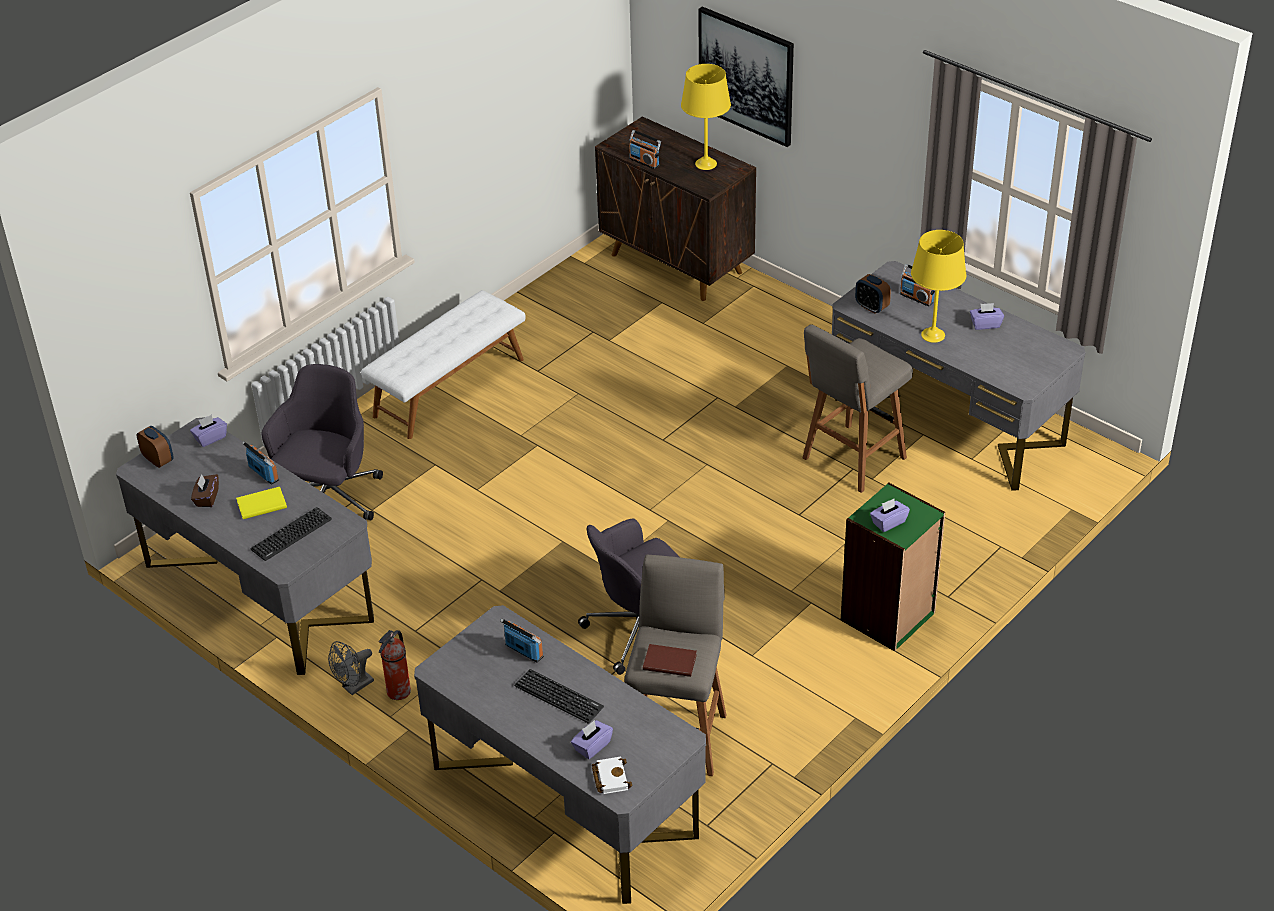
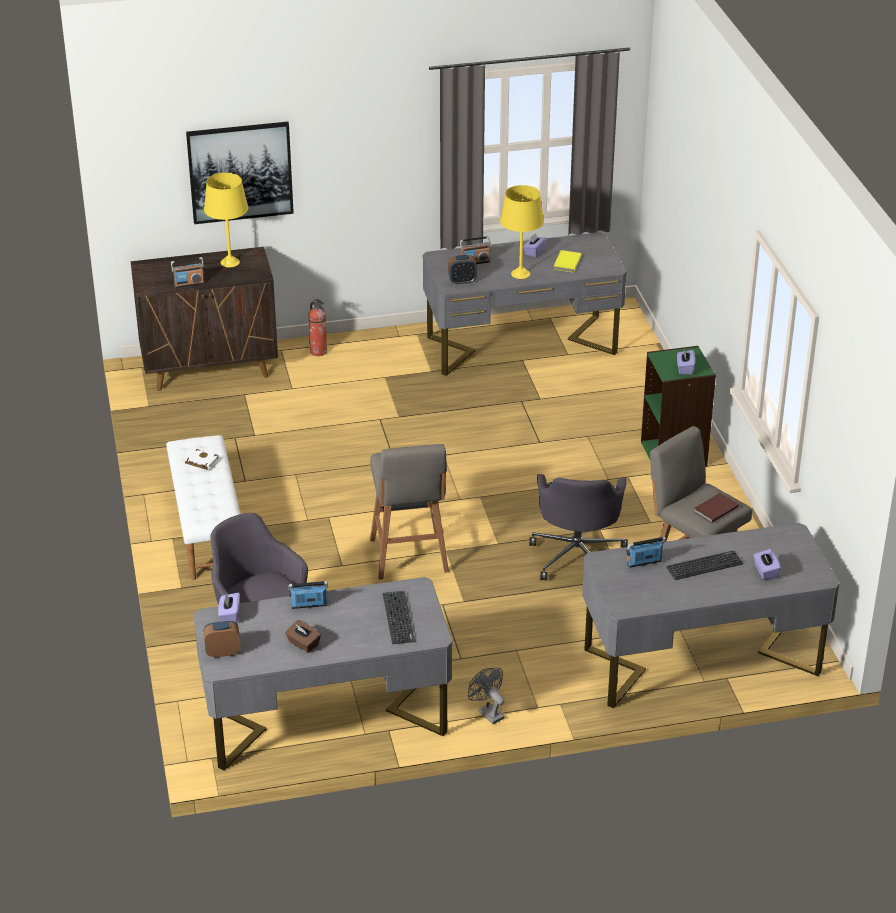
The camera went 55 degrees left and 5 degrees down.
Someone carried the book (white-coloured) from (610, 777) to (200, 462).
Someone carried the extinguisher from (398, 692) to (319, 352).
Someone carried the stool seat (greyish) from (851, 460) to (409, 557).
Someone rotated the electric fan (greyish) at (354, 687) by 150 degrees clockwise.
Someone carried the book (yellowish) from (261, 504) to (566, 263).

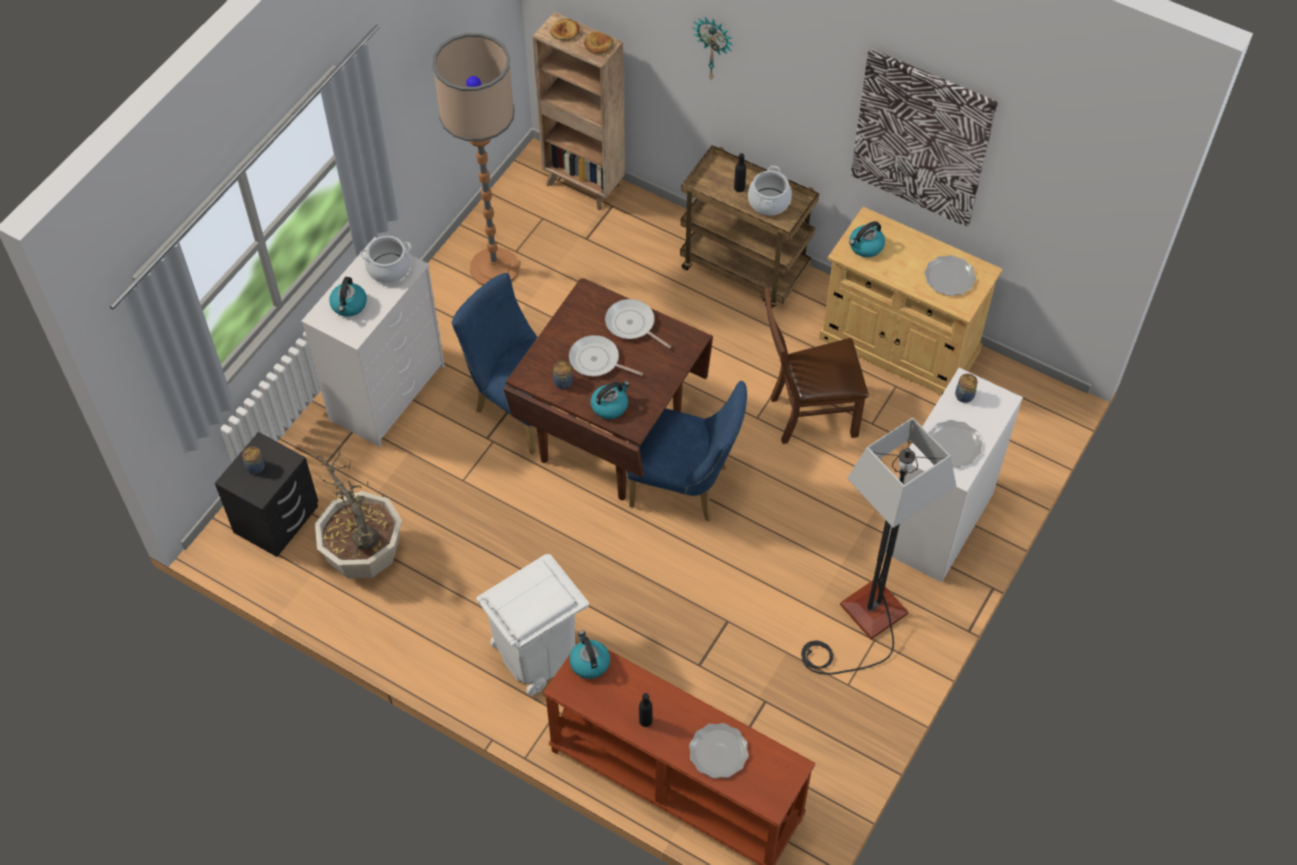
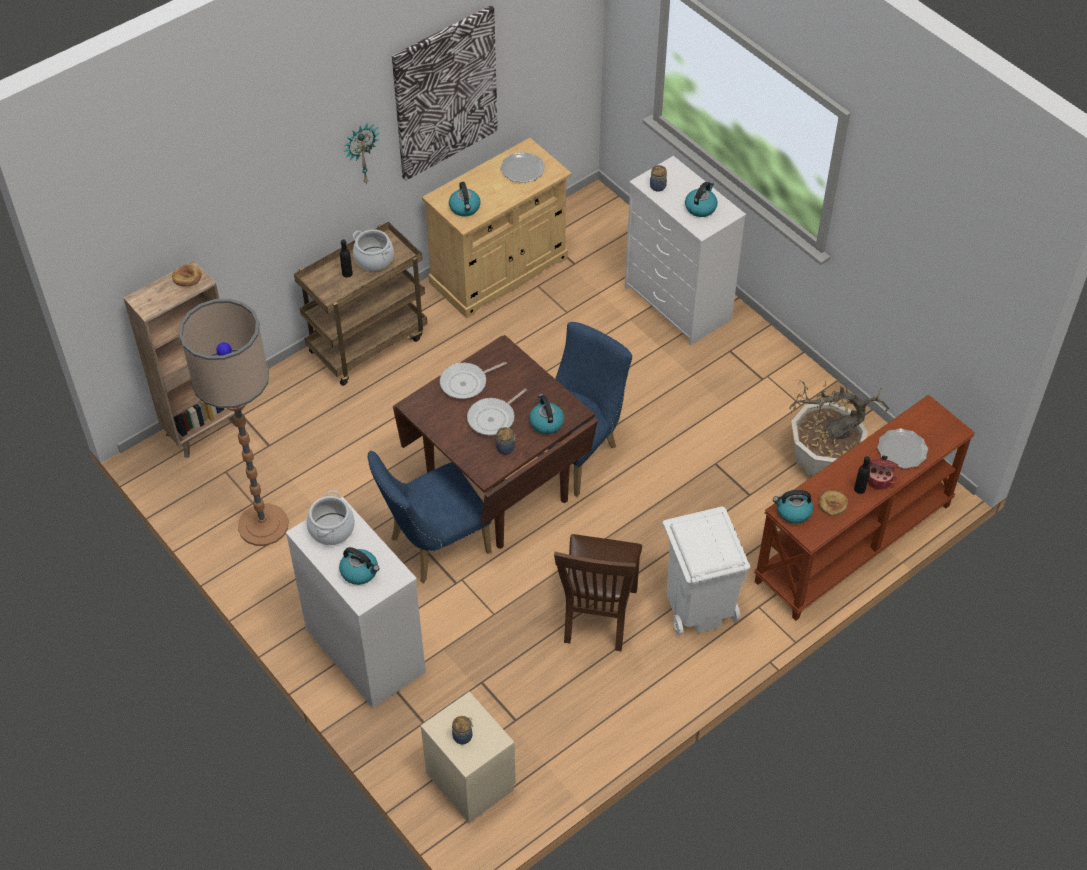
The camera went 70 degrees left and 5 degrees down.
Someone carried the clock on the wall from (714, 47) to (361, 153).
Someone repainted the bedside table (black-coloured) at (276, 520), which became the bedside table (beige-coloured) at (470, 781).
Someone carried the plain chair (brown) from (807, 415) to (597, 619).
Someone swapped the plate at (953, 445) for the tea kettle at (700, 207).
Someone carried the plant in a pot from (364, 555) to (822, 462).
Someone carried the bakery bread from (565, 31) to (832, 503).
Someone put down the cooking pot at (879, 479).
Someone took away the floor lamp at (863, 623).

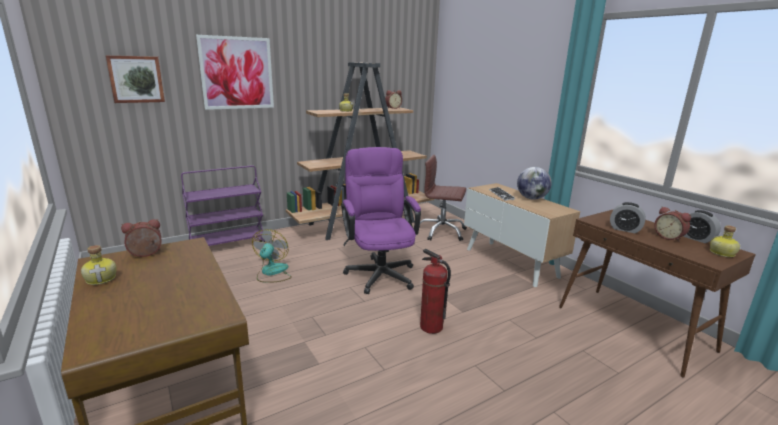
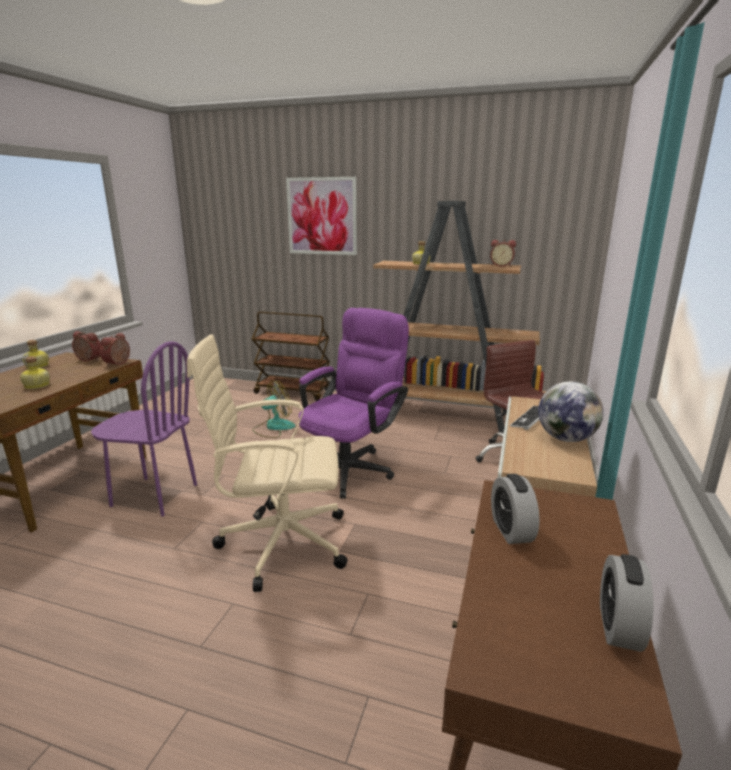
The camera went 50 degrees right and 0 degrees up.
Someone carried the bottle from (722, 253) to (36, 386).
Someone put down the plain chair (purplish) at (154, 495).
Someone carried the alarm clock from (669, 237) to (118, 363).
Someone swapped the extinguisher at (431, 327) for the computer chair (beige-coloured) at (280, 543).
Someone repainted the wheeled cart (purplish) at (227, 244), which became the wheeled cart (brown) at (293, 392).
Someone took away the wall picture at (136, 79).

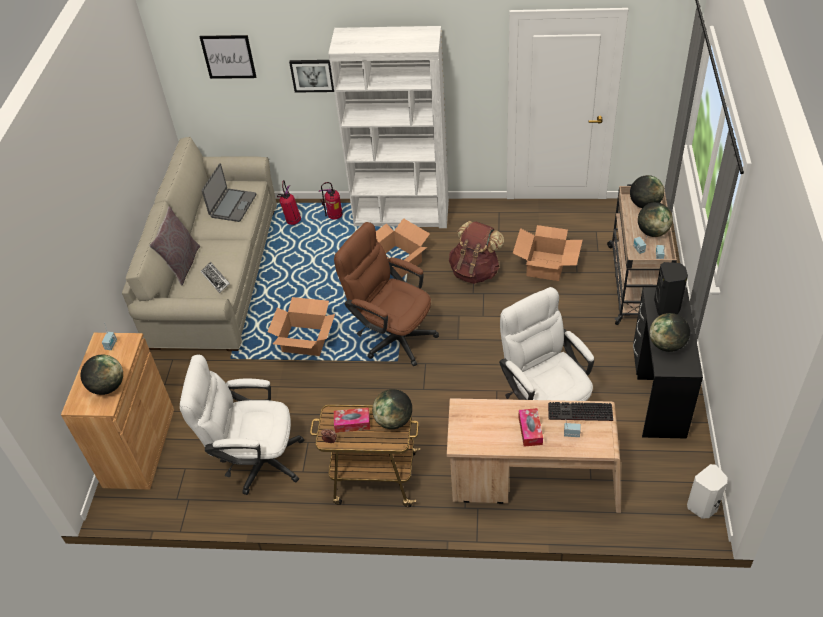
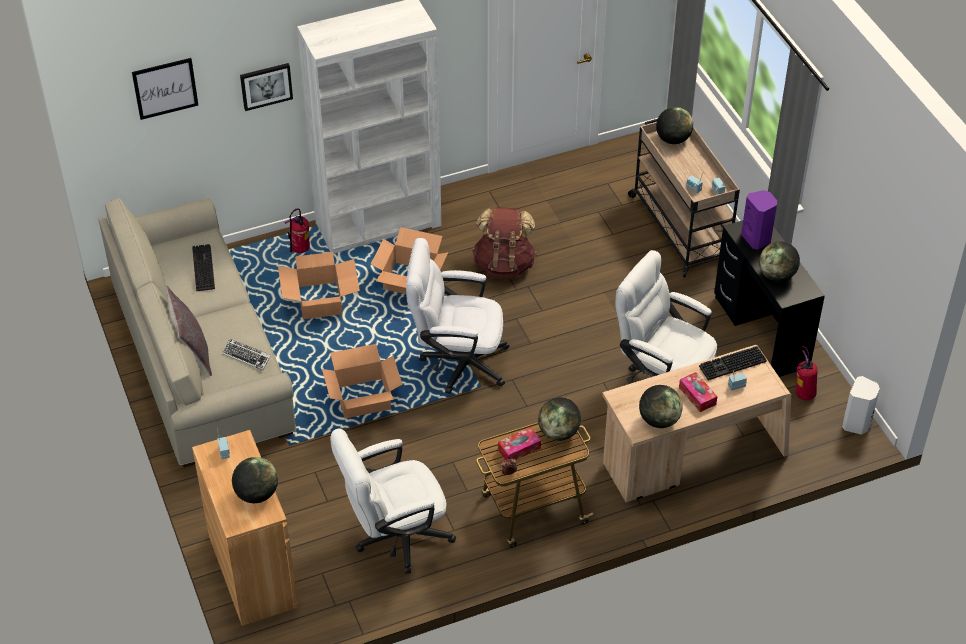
The camera went 30 degrees left and 0 degrees up.
Someone swapped the portable computer at (232, 205) for the keyboard at (202, 268).
Someone carried the packing box from (546, 266) to (320, 301).
Someone repainted the computer chair (brown) at (392, 335), which became the computer chair (white-coloured) at (457, 362).
Someone carried the globe from (652, 232) to (659, 420).
Someone repainted the loudspeaker (black-coloured) at (667, 307), which became the loudspeaker (purplish) at (757, 239).
Someone carried the extinguisher from (293, 221) to (803, 394).

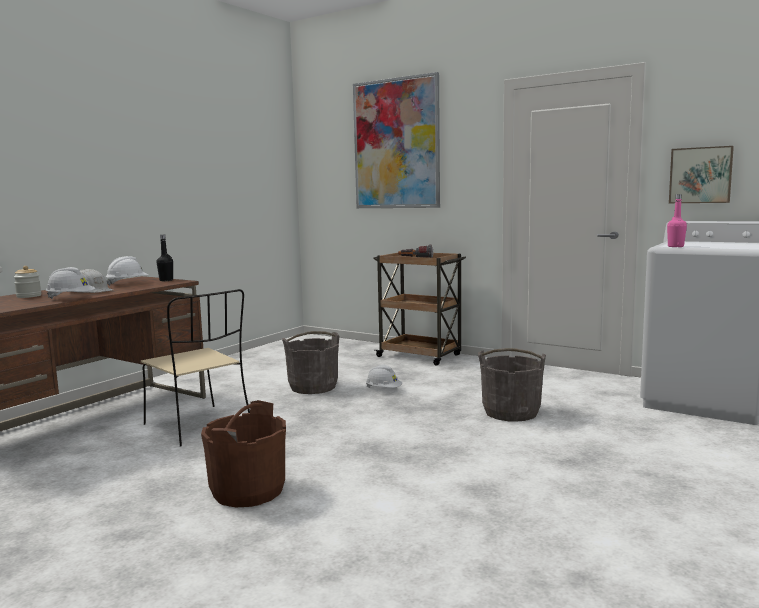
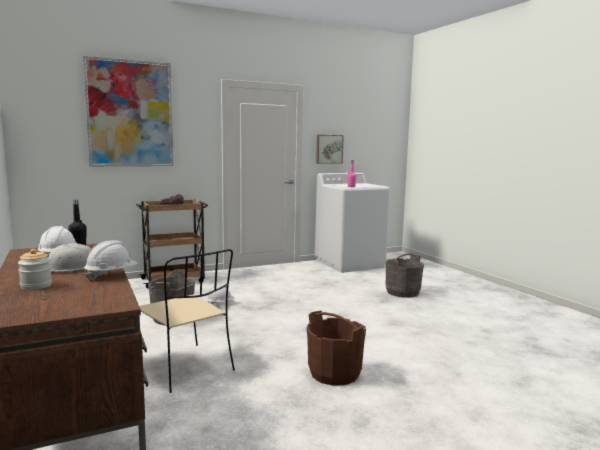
The camera went 60 degrees left and 0 degrees up.
Someone rotated the plain chair (beige-coloured) at (199, 426) by 60 degrees clockwise.
Someone carried the water bucket (greyish) from (511, 412) to (402, 292).

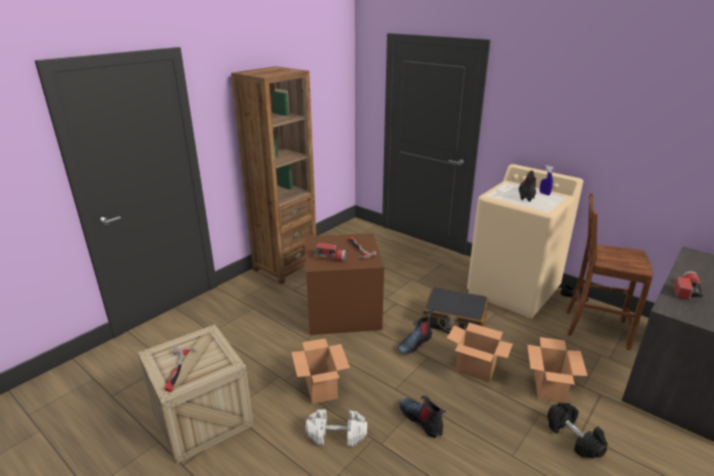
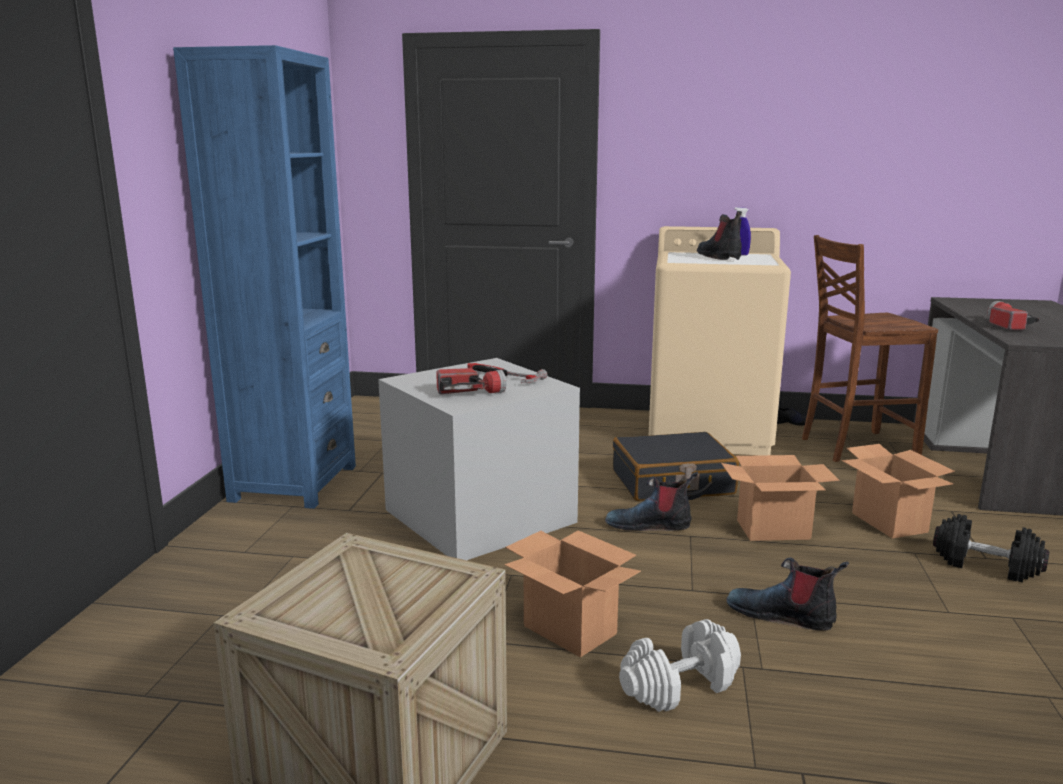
The camera went 30 degrees left and 10 degrees down.
Someone repainted the shelving unit (brown) at (285, 267), which became the shelving unit (bluish) at (294, 483).
Someone repainted the storage bin (brown) at (344, 311), which became the storage bin (greyish) at (483, 516).
Someone rotated the tall boot at (414, 343) by 75 degrees clockwise.
Someone took away the hand hammer at (179, 371).

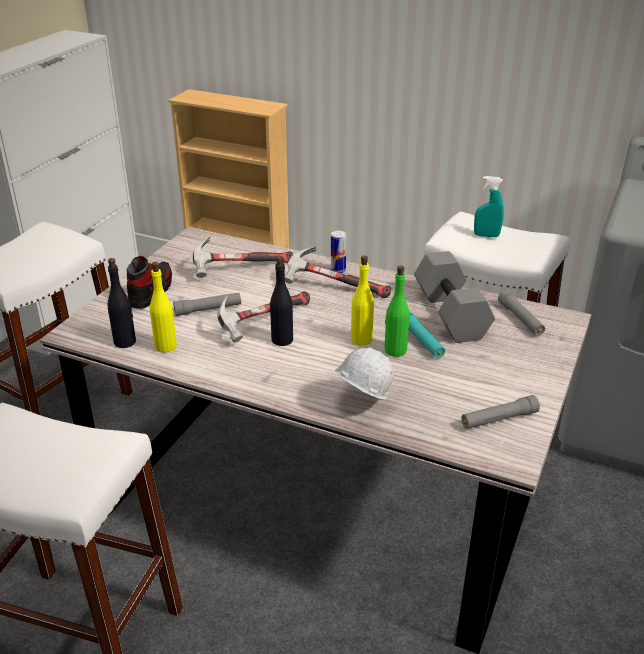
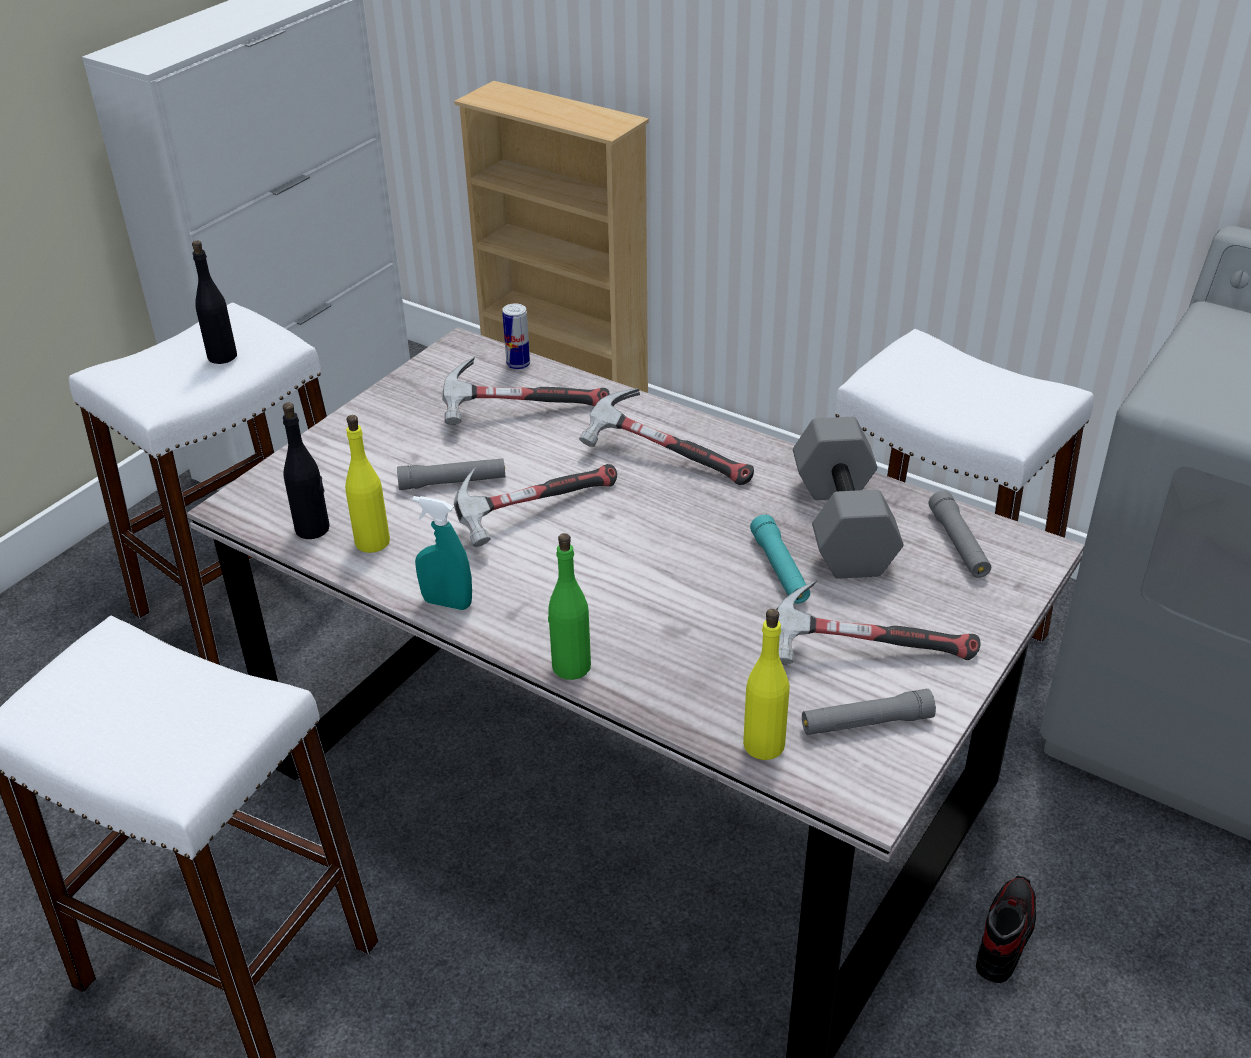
The camera went 10 degrees right and 5 degrees up.
Someone carried the bottle (black-coloured) from (282, 340) to (222, 356).
Someone carried the sprayer (blue-green) from (486, 235) to (447, 603).
Someone carried the sealed can from (338, 270) to (518, 364).
Someone carried the bottle (green) from (395, 350) to (571, 666).
Someone carried the bottle (yellowish) from (361, 339) to (763, 744).
Someone put down the hand hammer at (865, 652).
Someone carried the low shoe from (150, 292) to (1004, 936).
Someone took away the hard hat (white-coloured) at (361, 404).

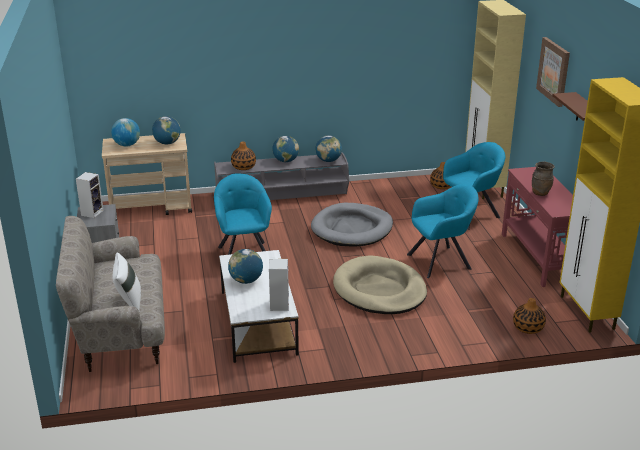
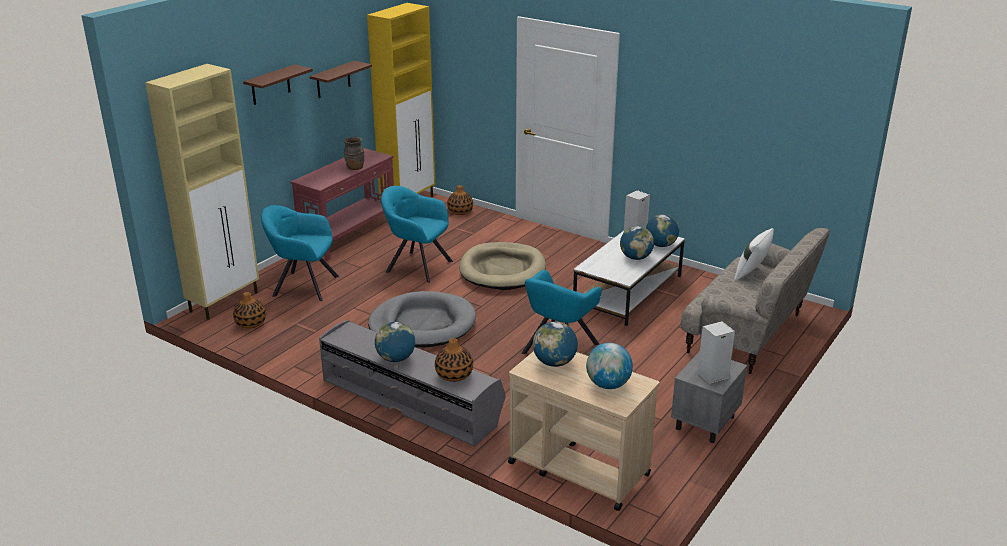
The camera went 135 degrees left and 0 degrees up.
Someone swapped the wall picture at (554, 71) for the wall shelf (brown) at (270, 85).
Someone carried the globe from (328, 160) to (661, 245).

